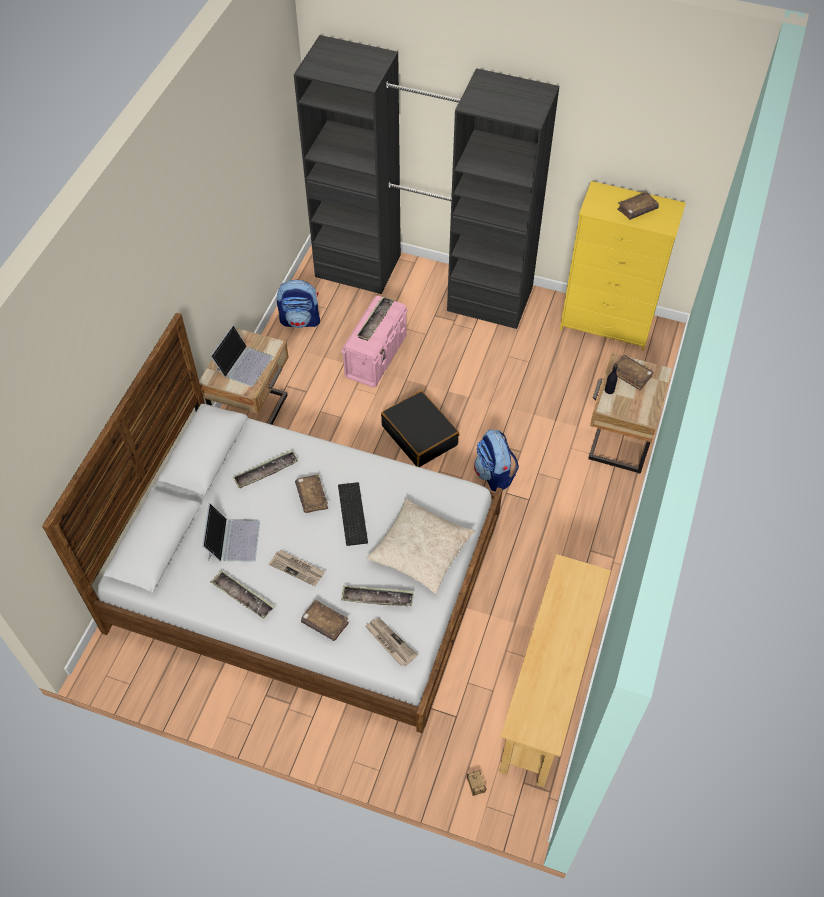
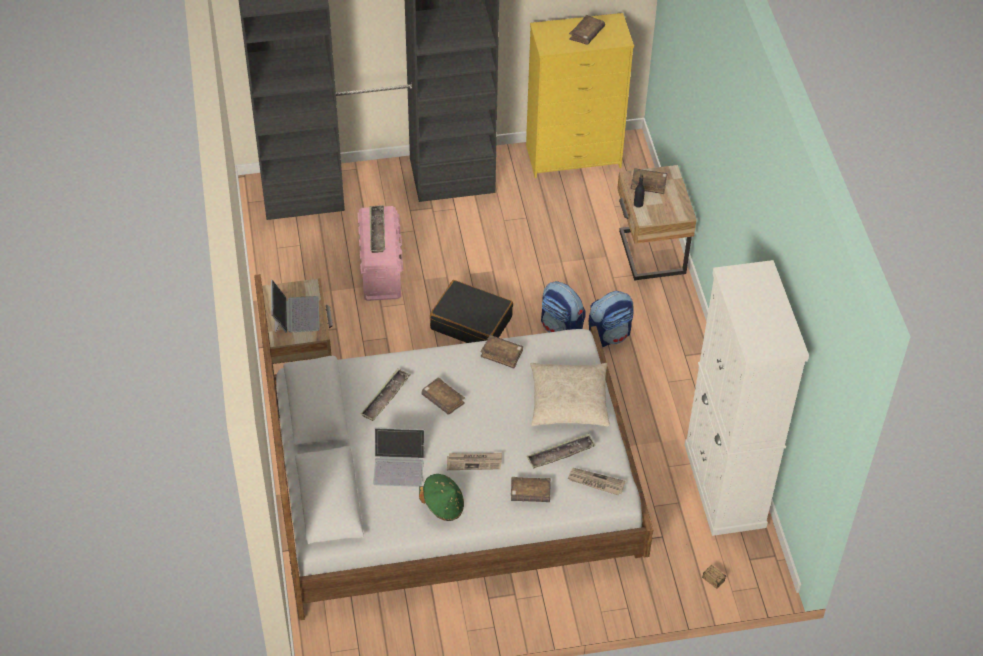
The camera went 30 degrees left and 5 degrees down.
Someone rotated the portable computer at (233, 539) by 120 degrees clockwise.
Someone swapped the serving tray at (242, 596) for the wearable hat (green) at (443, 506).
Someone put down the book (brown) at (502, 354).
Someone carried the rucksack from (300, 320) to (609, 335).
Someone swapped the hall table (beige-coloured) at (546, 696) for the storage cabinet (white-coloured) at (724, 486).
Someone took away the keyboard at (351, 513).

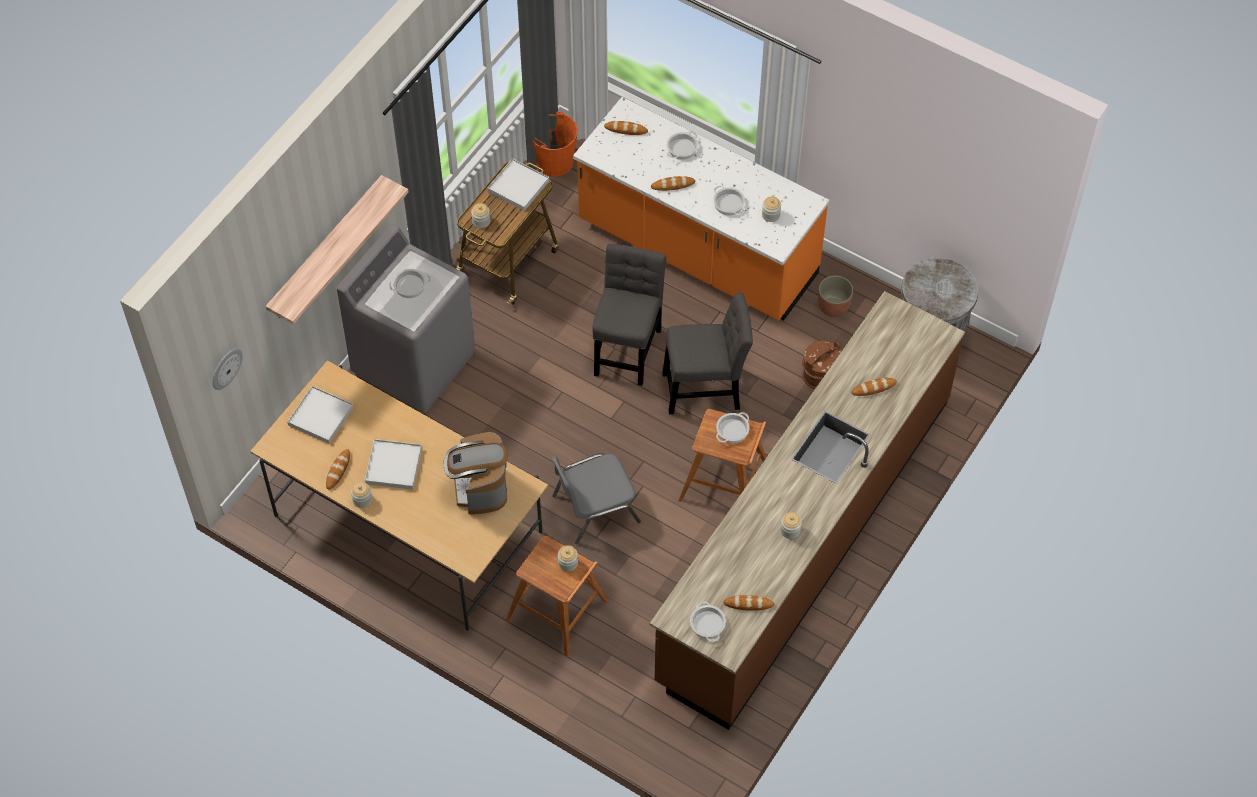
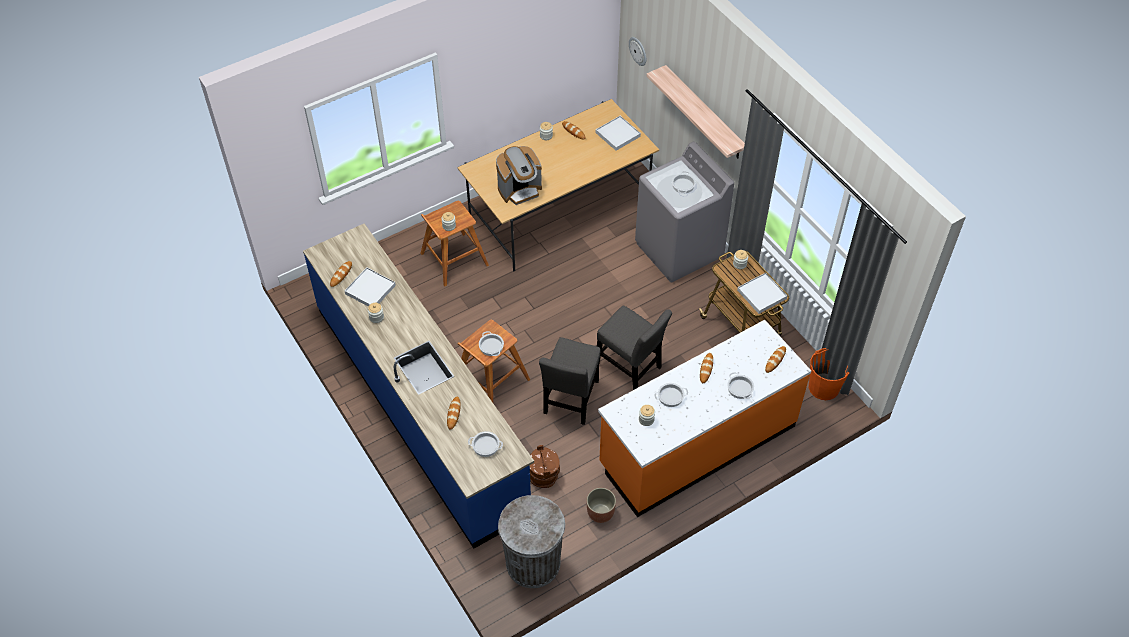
The camera went 115 degrees right and 5 degrees down.
Someone repainted the kitchen counter (brown) at (804, 538), which became the kitchen counter (bluish) at (421, 407).
Someone carried the serving tray (white-coloured) from (393, 466) to (370, 289).
Someone carried the cooking pot from (707, 624) to (486, 446).
Someone rotated the coffee machine at (480, 488) by 135 degrees clockwise.
Someone took away the plain chair (greyish) at (594, 508).

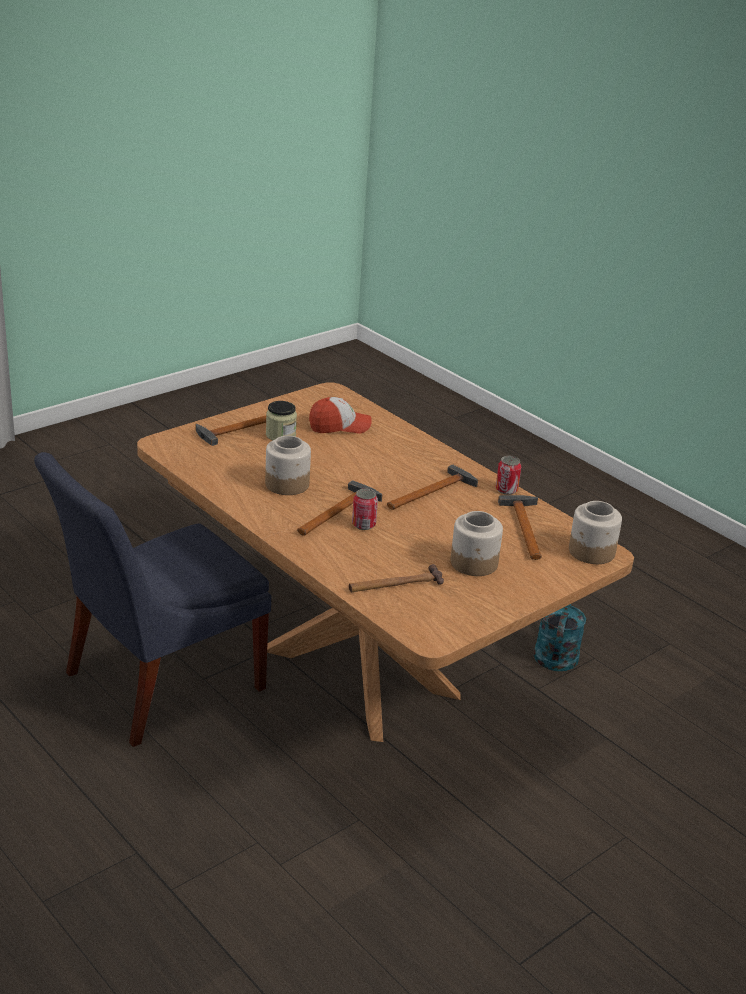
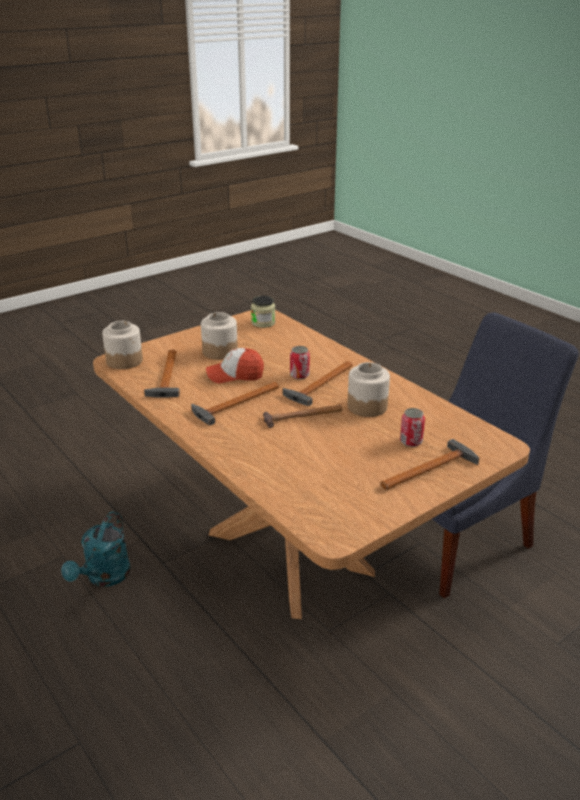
The camera went 175 degrees left and 0 degrees up.
Someone carried the baseball cap from (339, 426) to (235, 375).
Someone carried the storage jar from (280, 435) to (263, 323).
Someone carried the hand hammer from (395, 584) to (303, 416).
Someone carried the sealed can from (506, 490) to (411, 441).

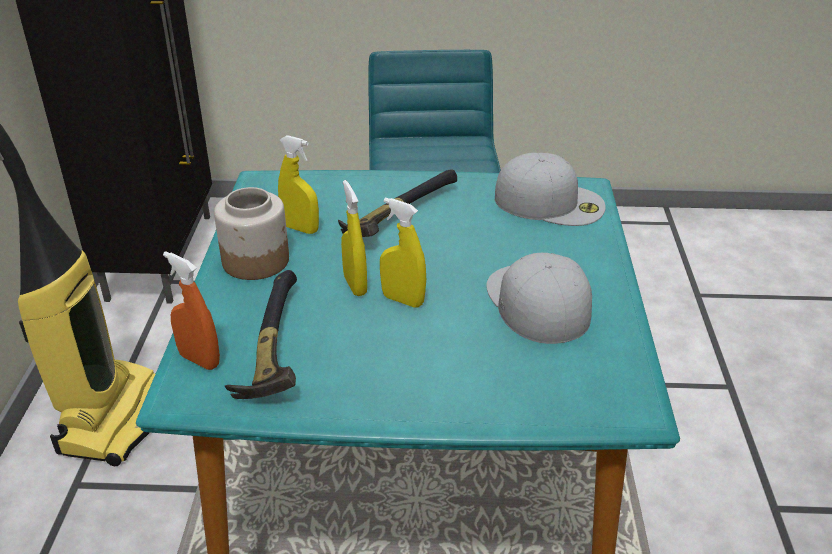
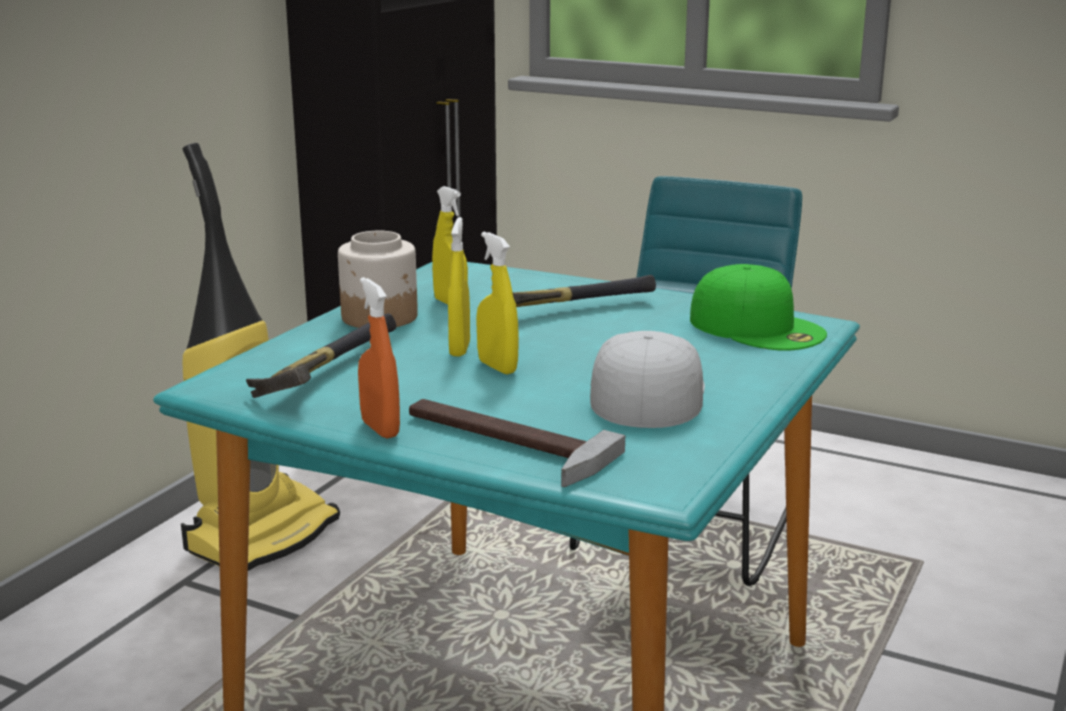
The camera went 25 degrees right and 15 degrees down.
Someone carried the sprayer (orangey) from (199, 360) to (380, 429).
Someone put down the hand hammer at (500, 443).
Someone repainted the baseball cap (white-coloured) at (550, 202), which became the baseball cap (green) at (758, 327).

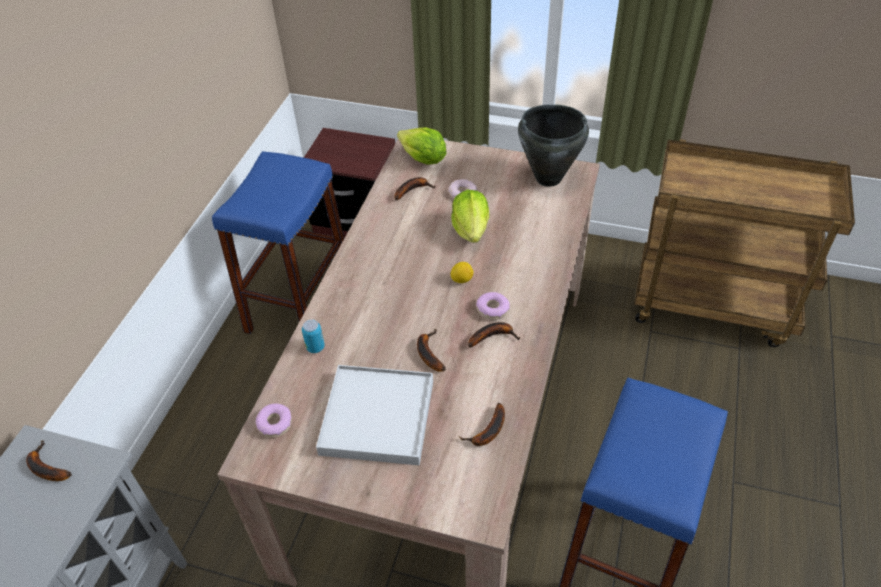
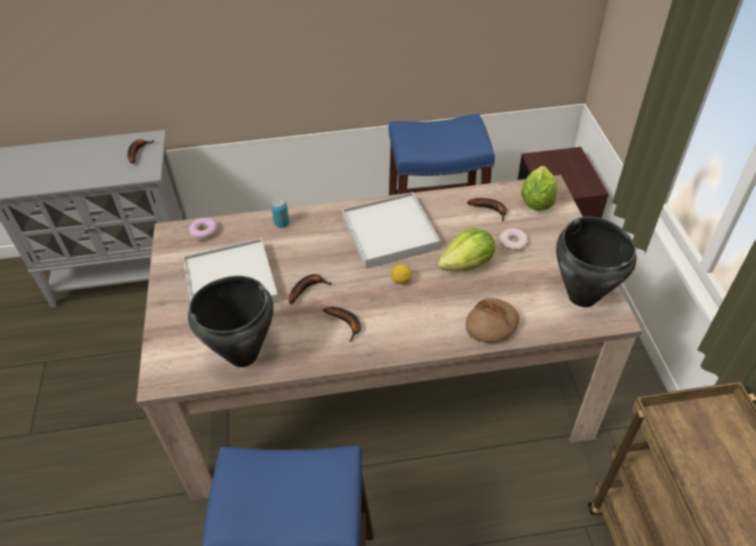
The camera went 65 degrees right and 0 degrees up.
Someone swapped the banana at (487, 432) for the cooking pot (black-coloured) at (242, 354).
Someone put down the serving tray (white-coloured) at (390, 233).
Someone put down the bakery bread at (491, 326).
Someone took away the doughnut at (492, 309).

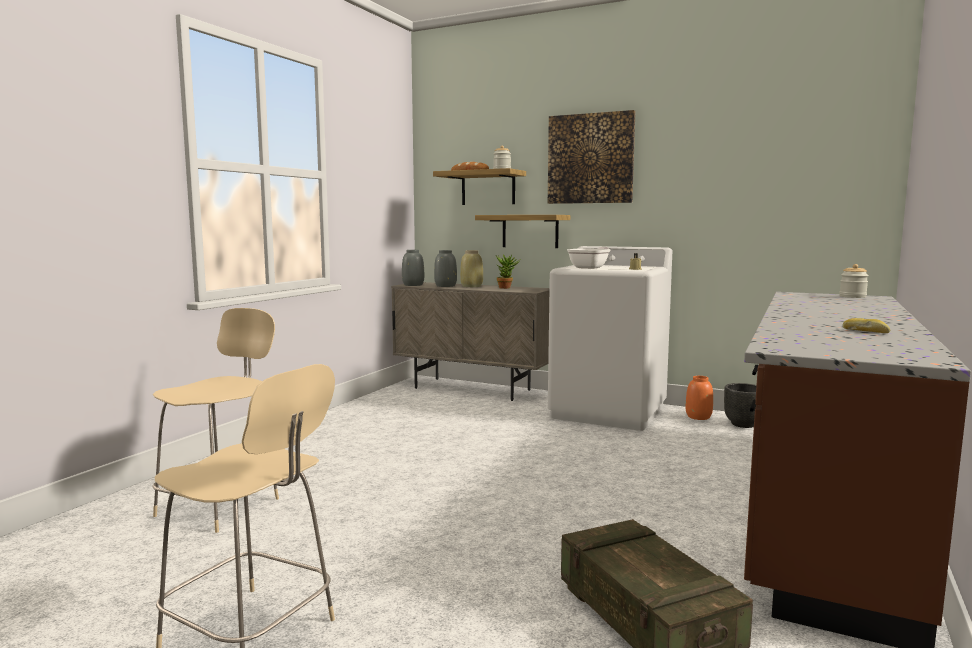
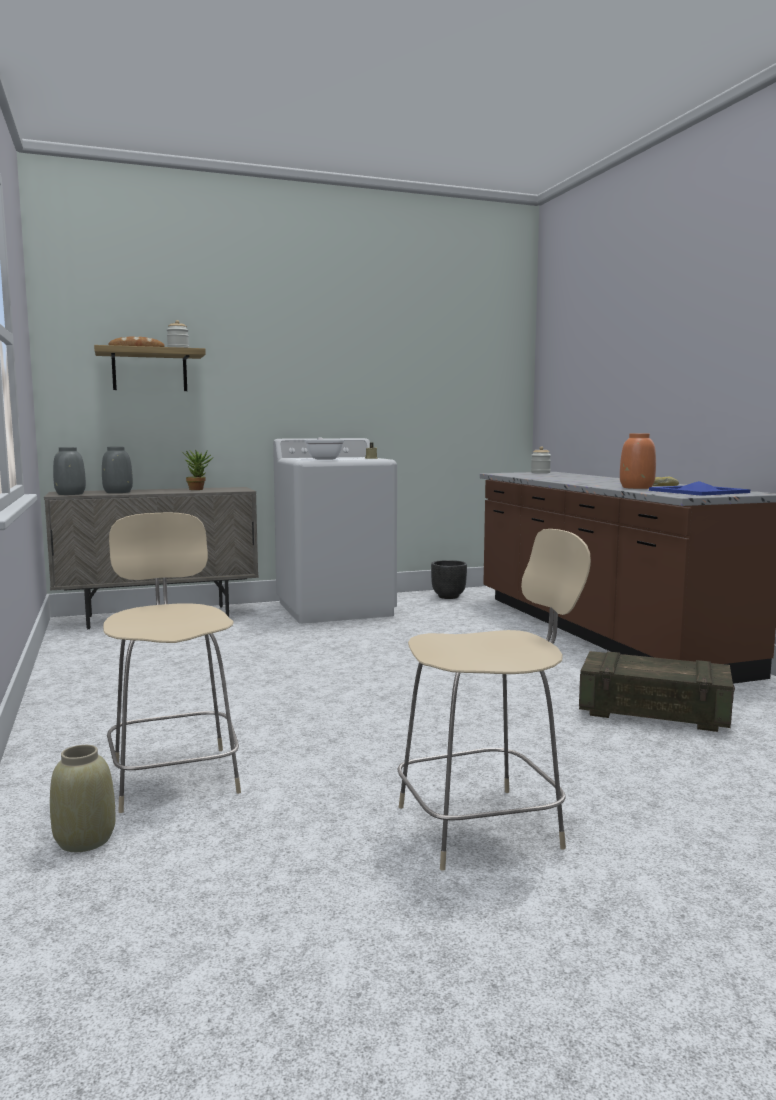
The camera went 45 degrees left and 0 degrees up.
Someone carried the vase (beige-coloured) from (471, 286) to (84, 840).
Someone carried the vase (orangey) from (699, 417) to (637, 487).
Someone put down the serving tray (bluish) at (698, 491).
Someone took away the wall shelf at (530, 231).
Someone took away the wall picture at (590, 159).

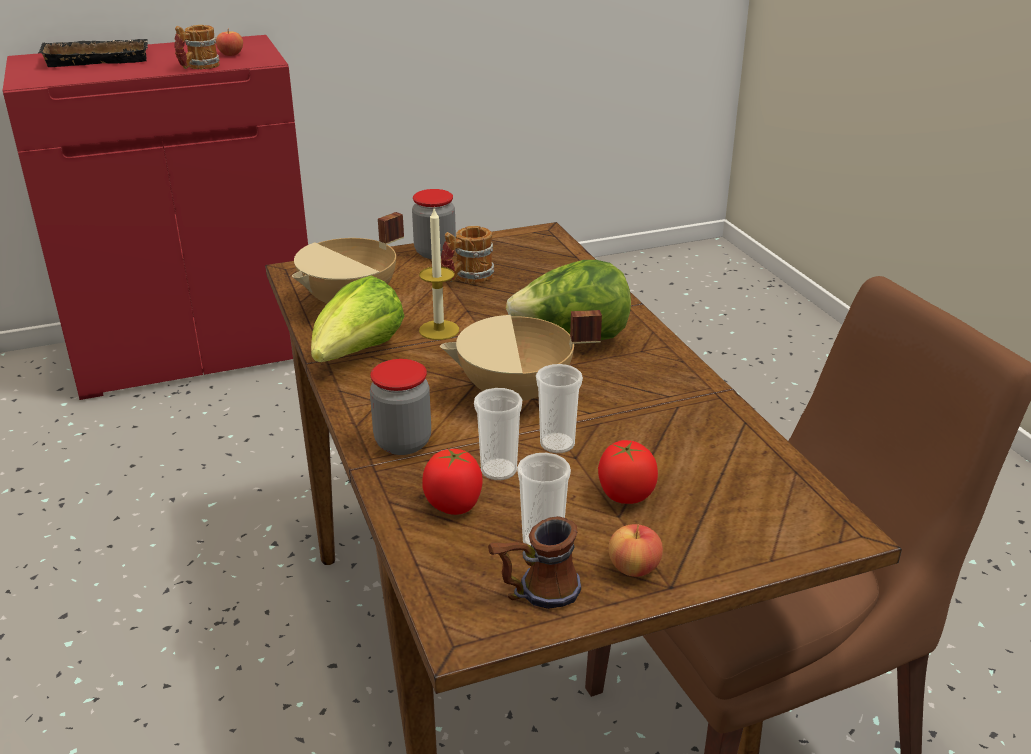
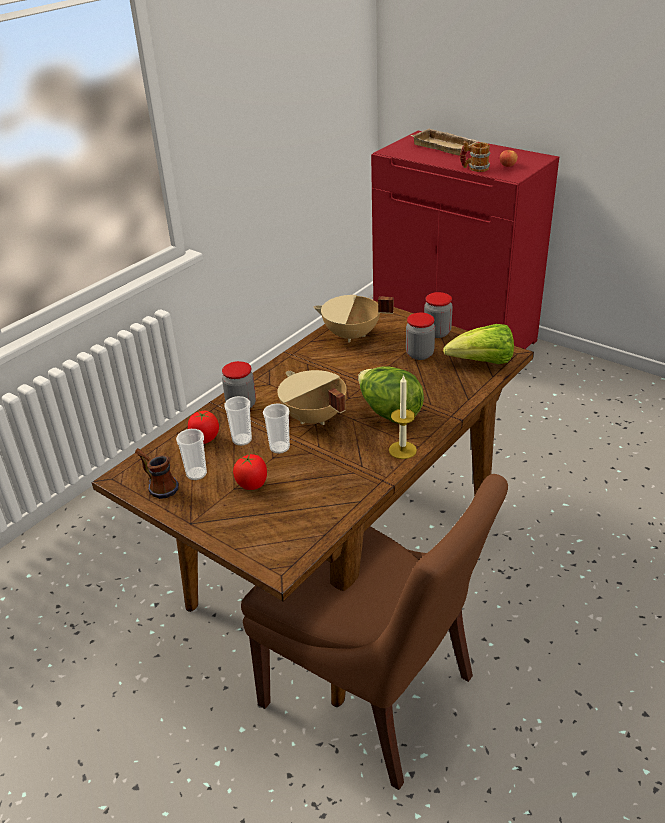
The camera went 60 degrees right and 5 degrees up.
Someone carried the candle from (439, 330) to (402, 450).
Someone swapped the tea mug at (467, 278) for the storage jar at (419, 354).
Someone repainted the serving tray (black-coloured) at (99, 59), which became the serving tray (beige-coloured) at (446, 146).
Someone carried the lettuce head from (357, 355) to (482, 363).
Someone took away the apple at (634, 568).

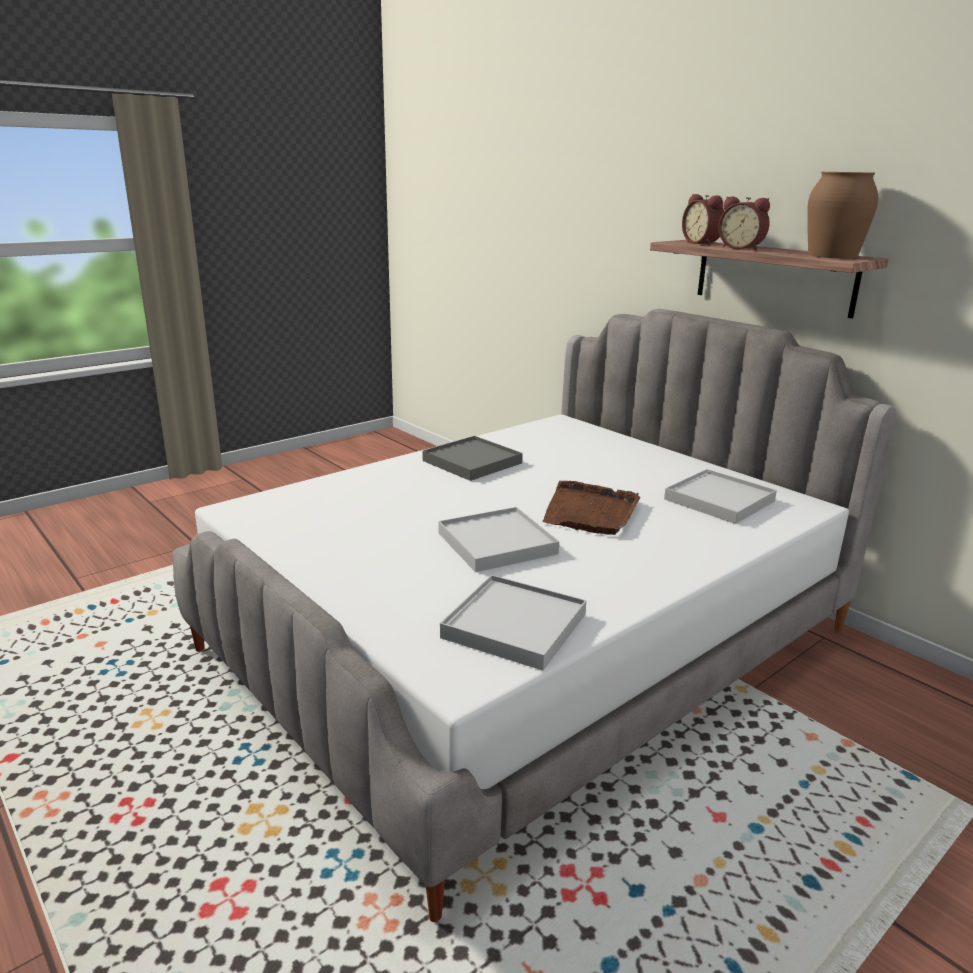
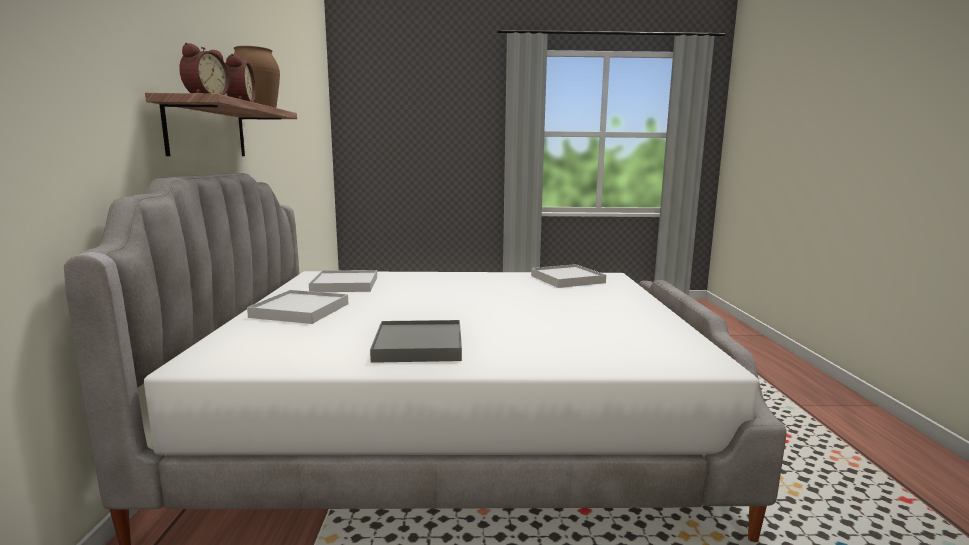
The camera went 140 degrees left and 10 degrees down.
Someone carried the serving tray (white-coloured) from (497, 543) to (300, 310).
Someone took away the serving tray (brown) at (590, 512).

